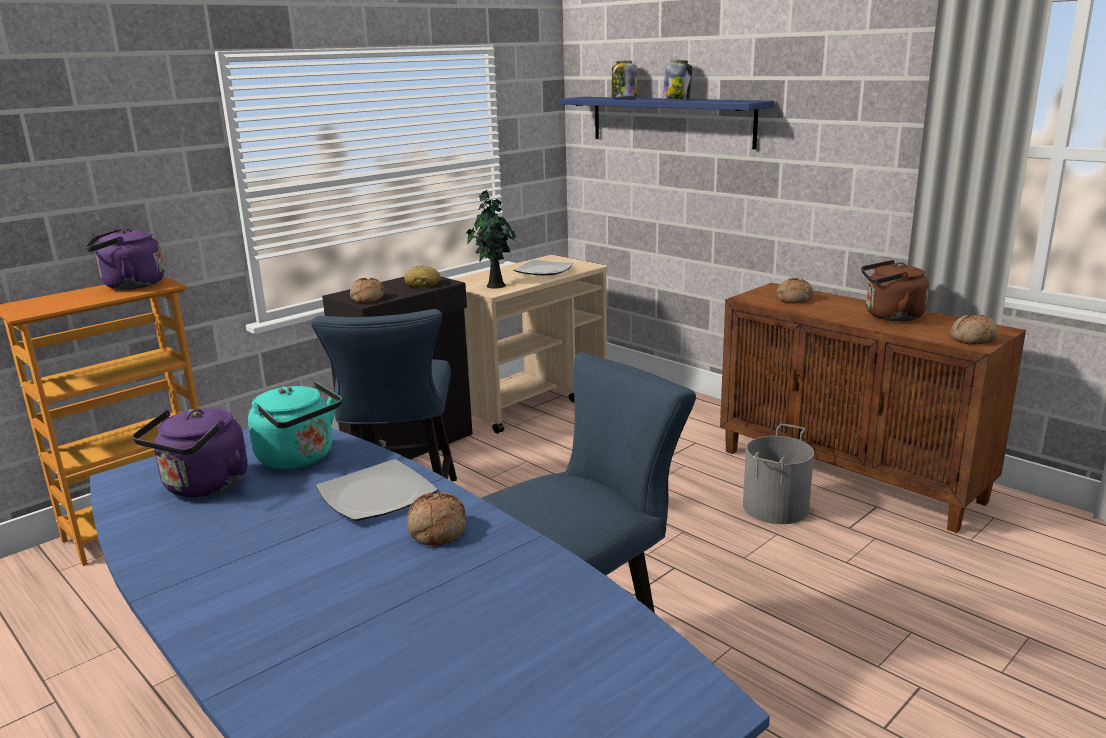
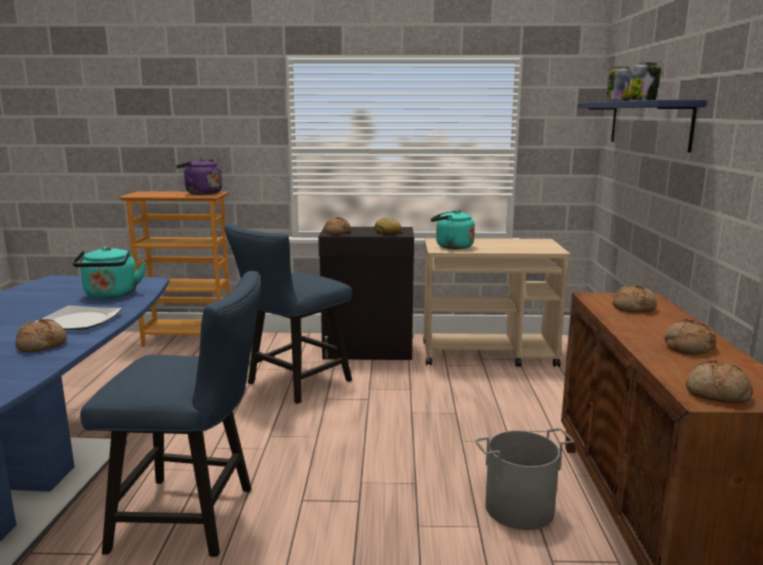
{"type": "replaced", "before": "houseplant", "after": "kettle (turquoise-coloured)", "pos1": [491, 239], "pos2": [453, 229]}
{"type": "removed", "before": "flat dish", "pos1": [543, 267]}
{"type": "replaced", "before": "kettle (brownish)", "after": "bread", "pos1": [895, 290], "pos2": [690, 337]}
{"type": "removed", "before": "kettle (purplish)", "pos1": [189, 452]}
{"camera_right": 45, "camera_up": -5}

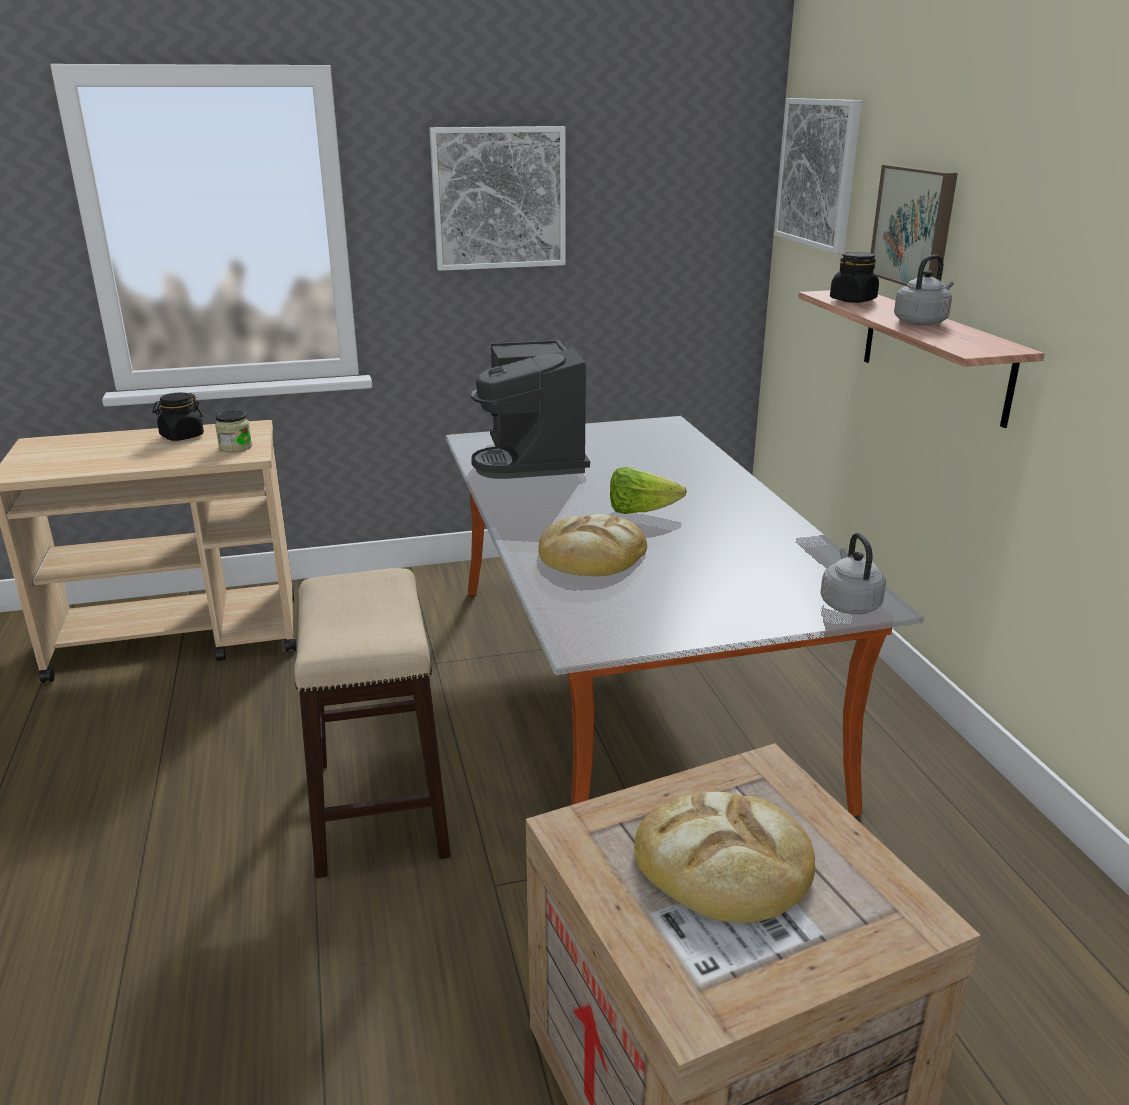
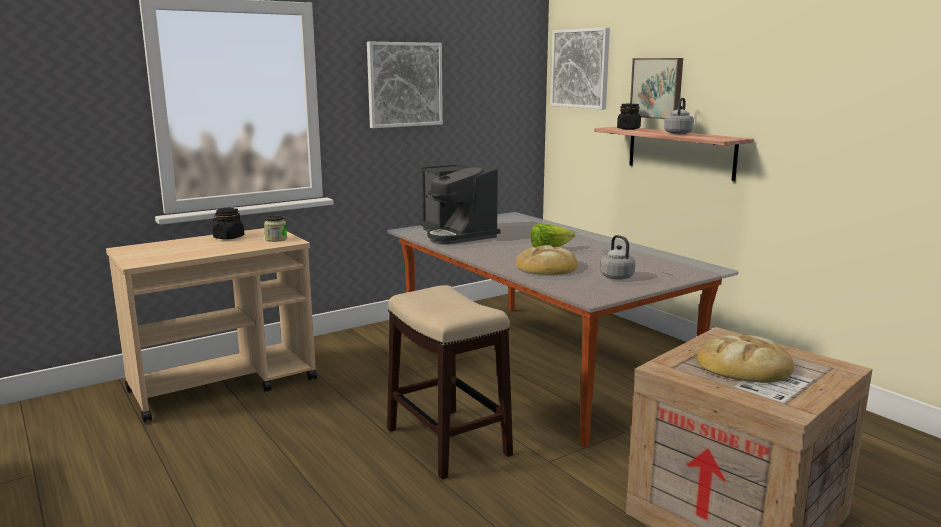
{"type": "moved", "before": "kettle (grey)", "pos1": [853, 573], "pos2": [618, 257]}
{"camera_right": -20, "camera_up": -10}

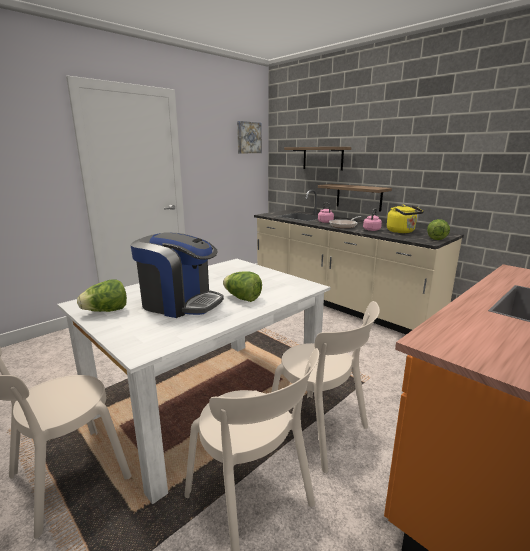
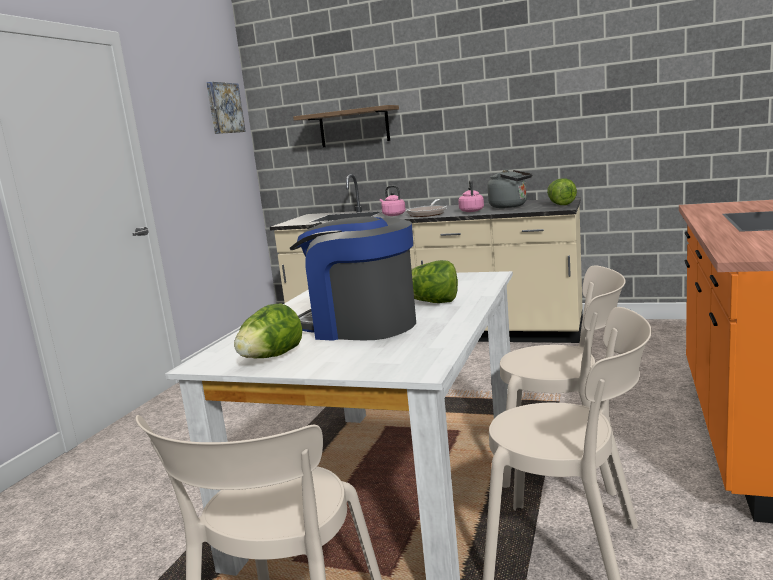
{"type": "removed", "before": "shelf", "pos1": [355, 198]}
{"type": "recoloured", "before": "kettle (yellow-coloured)", "after": "kettle (grey)", "pos1": [405, 219], "pos2": [509, 188]}
{"type": "turned", "before": "coffee maker", "pos1": [177, 275], "pos2": [353, 278], "turn": -150}
{"camera_right": -25, "camera_up": -5}

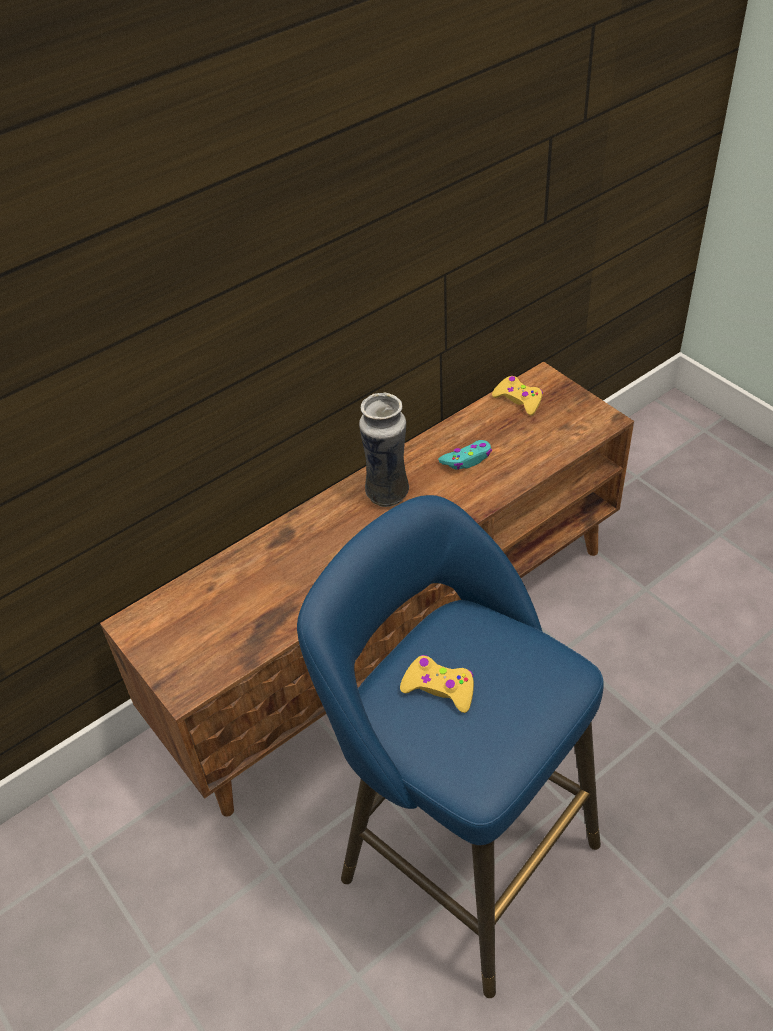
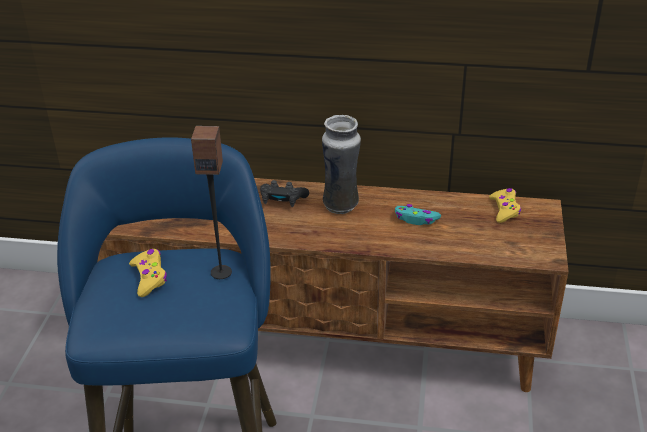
{"type": "added", "after": "speaker", "pos2": [211, 202]}
{"type": "added", "after": "joypad (black-coloured)", "pos2": [284, 193]}
{"camera_right": 45, "camera_up": -10}

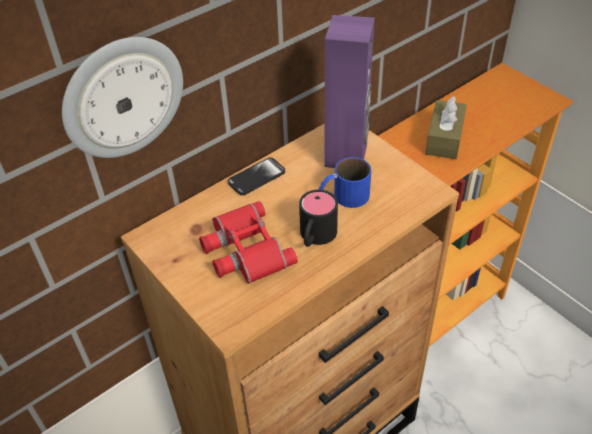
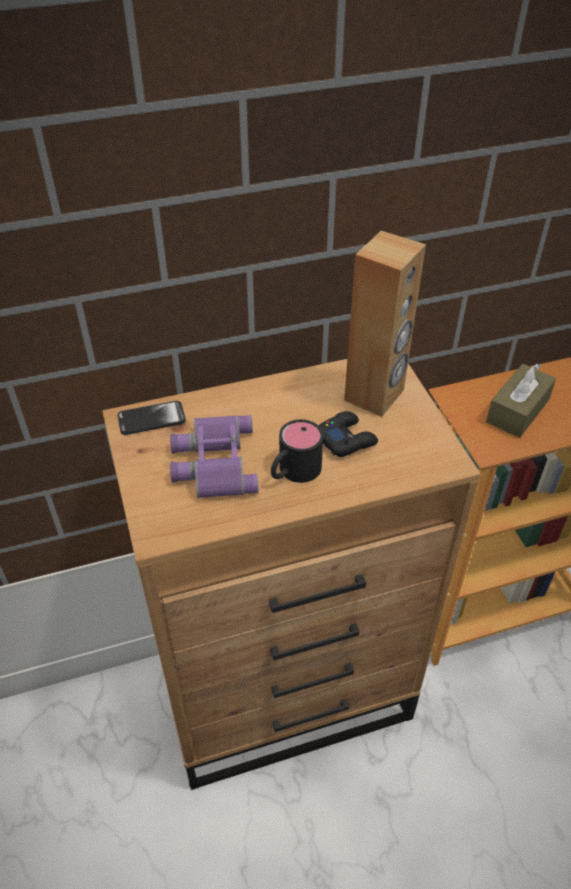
{"type": "recoloured", "before": "speaker (purplish)", "after": "speaker (brownish)", "pos1": [350, 91], "pos2": [385, 324]}
{"type": "removed", "before": "wall clock", "pos1": [122, 97]}
{"type": "moved", "before": "telephone", "pos1": [256, 176], "pos2": [151, 418]}
{"type": "replaced", "before": "tea mug (blue-coloured)", "after": "joypad (black-coloured)", "pos1": [344, 182], "pos2": [348, 434]}
{"type": "recoloured", "before": "field glasses (red)", "after": "field glasses (purplish)", "pos1": [248, 242], "pos2": [214, 456]}
{"camera_right": 20, "camera_up": 0}

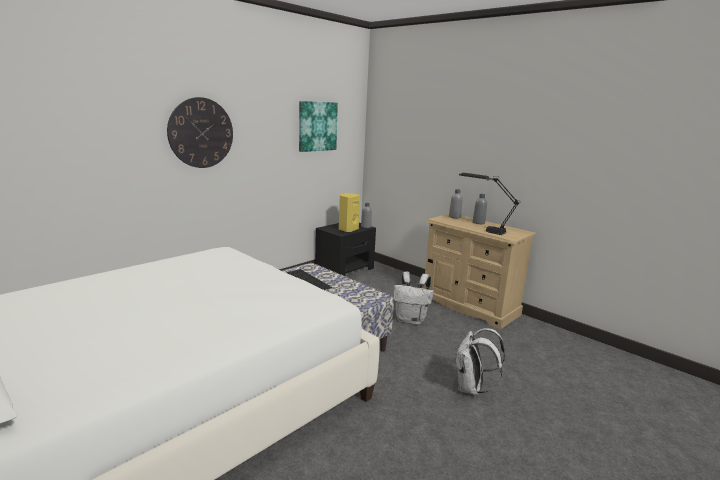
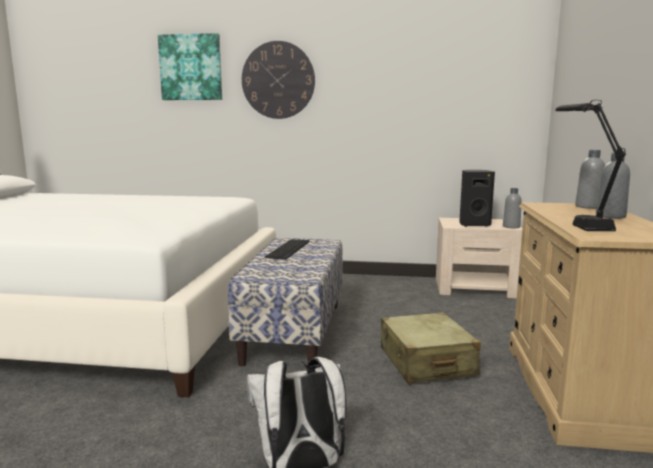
{"type": "moved", "before": "picture", "pos1": [318, 126], "pos2": [190, 66]}
{"type": "recoloured", "before": "speaker (yellow-coloured)", "after": "speaker (black-coloured)", "pos1": [349, 212], "pos2": [477, 198]}
{"type": "recoloured", "before": "bedside table (black-coloured)", "after": "bedside table (beige-coloured)", "pos1": [345, 249], "pos2": [479, 258]}
{"type": "replaced", "before": "backpack (white)", "after": "suitcase (beige-coloured)", "pos1": [413, 298], "pos2": [431, 347]}
{"camera_right": 55, "camera_up": -5}

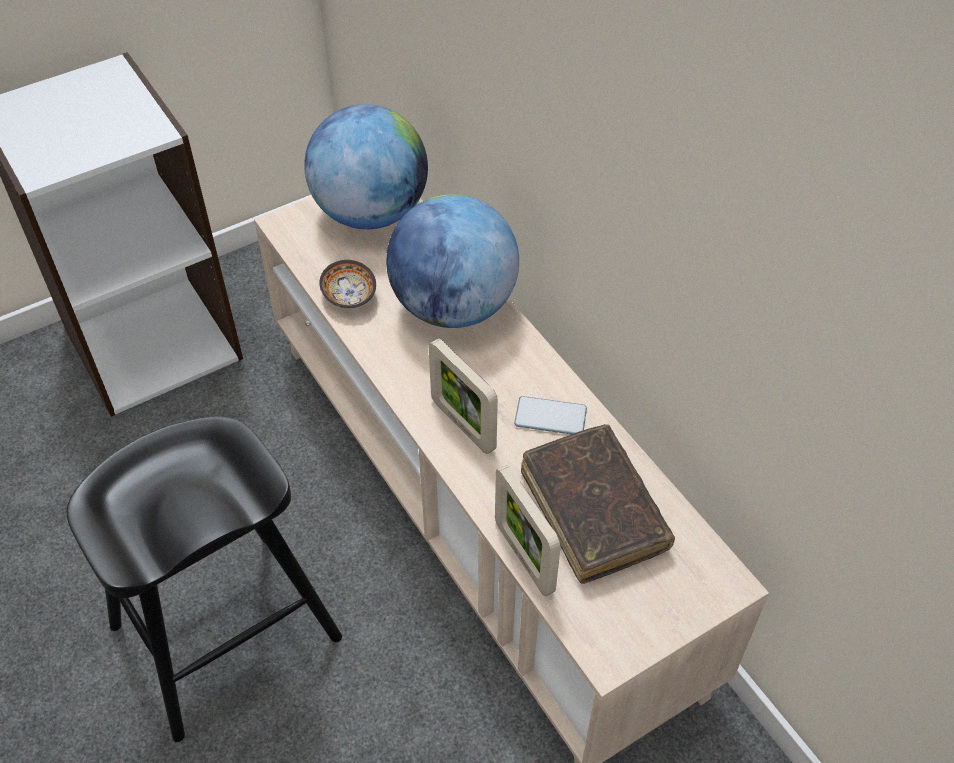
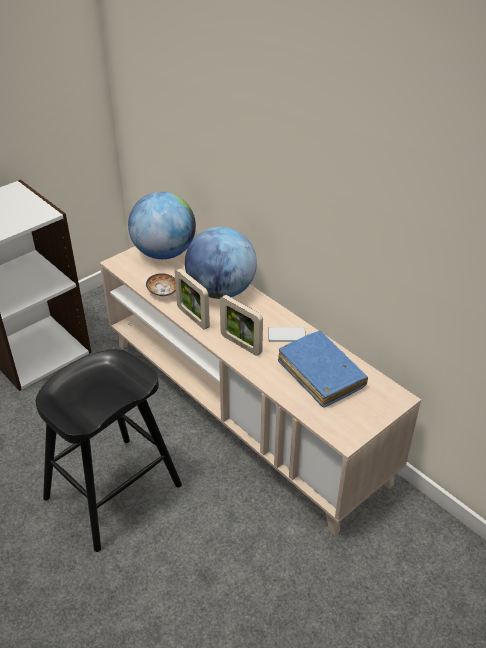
{"type": "recoloured", "before": "volume (brownish)", "after": "volume (blue-coloured)", "pos1": [598, 504], "pos2": [323, 369]}
{"type": "moved", "before": "picture frame", "pos1": [528, 530], "pos2": [192, 299]}
{"camera_right": -10, "camera_up": -10}

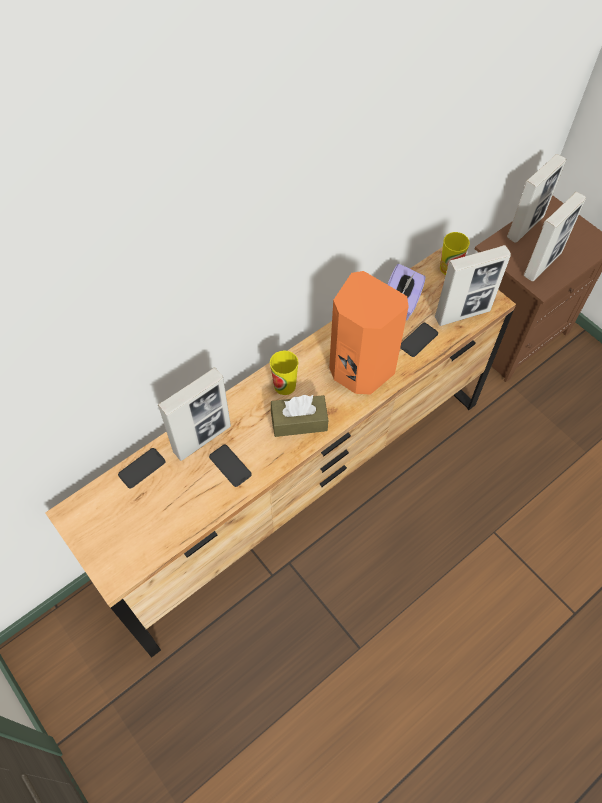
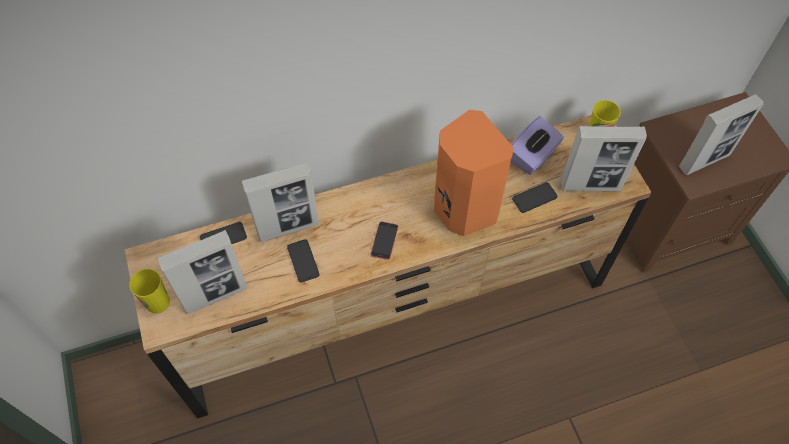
{"type": "moved", "before": "picture frame", "pos1": [536, 198], "pos2": [202, 272]}
{"type": "moved", "before": "small cup", "pos1": [284, 372], "pos2": [149, 291]}
{"type": "replaced", "before": "tissue holder (brownish)", "after": "telephone", "pos1": [299, 416], "pos2": [384, 241]}
{"camera_right": 20, "camera_up": 0}

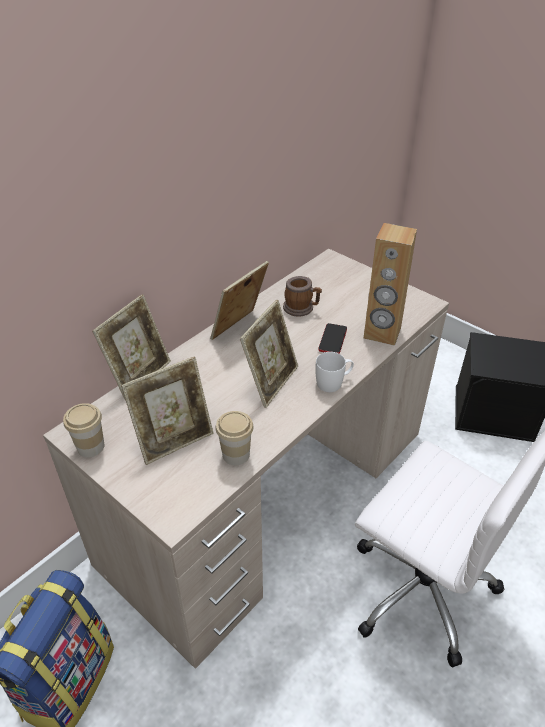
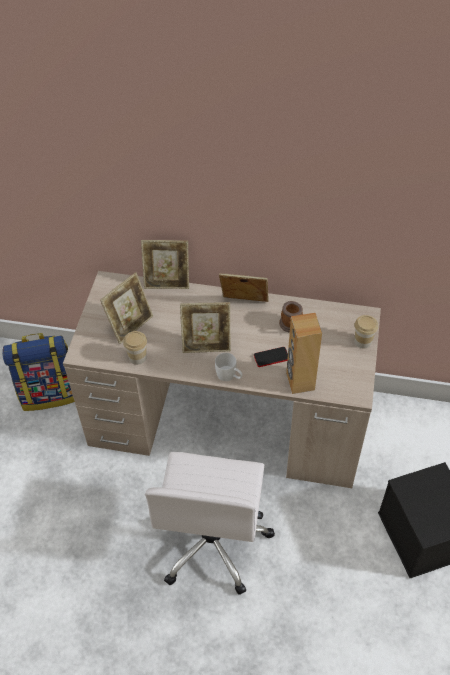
{"type": "turned", "before": "picture frame", "pos1": [167, 411], "pos2": [126, 308], "turn": -75}
{"type": "moved", "before": "small cup", "pos1": [83, 430], "pos2": [366, 332]}
{"camera_right": 60, "camera_up": 10}

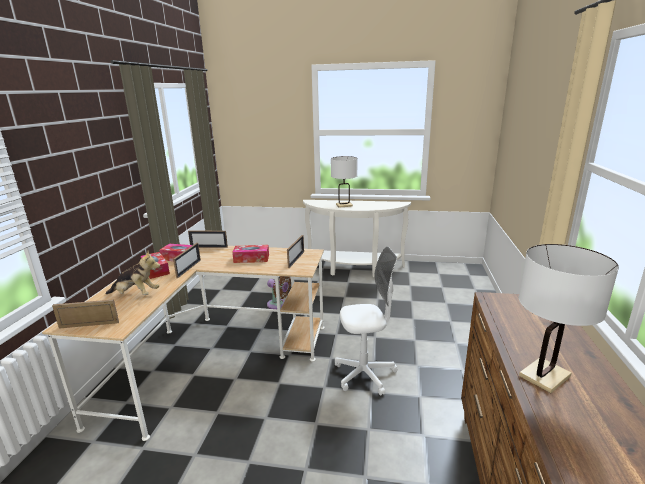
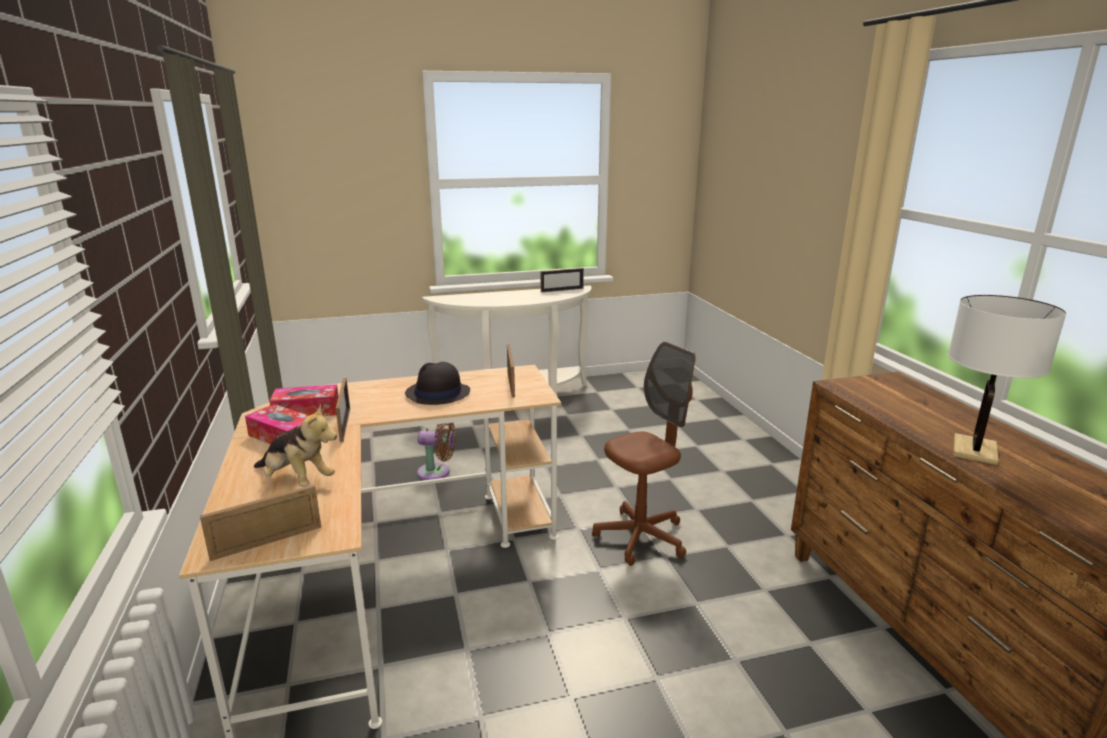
{"type": "removed", "before": "table lamp (white)", "pos1": [344, 182]}
{"type": "moved", "before": "picture frame", "pos1": [208, 239], "pos2": [562, 280]}
{"type": "replaced", "before": "tissue holder", "after": "hat (black-coloured)", "pos1": [250, 254], "pos2": [437, 383]}
{"type": "recoloured", "before": "desk chair (white)", "after": "desk chair (brownish)", "pos1": [366, 321], "pos2": [644, 453]}
{"type": "turned", "before": "cuddly toy", "pos1": [133, 273], "pos2": [295, 445], "turn": 45}
{"camera_right": -25, "camera_up": 0}

